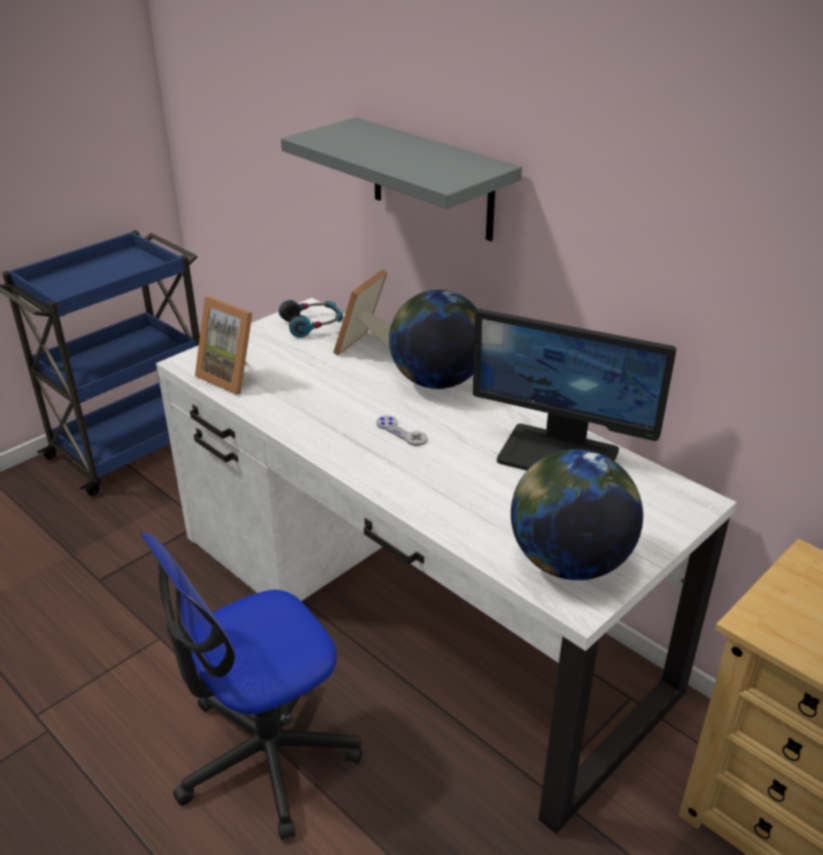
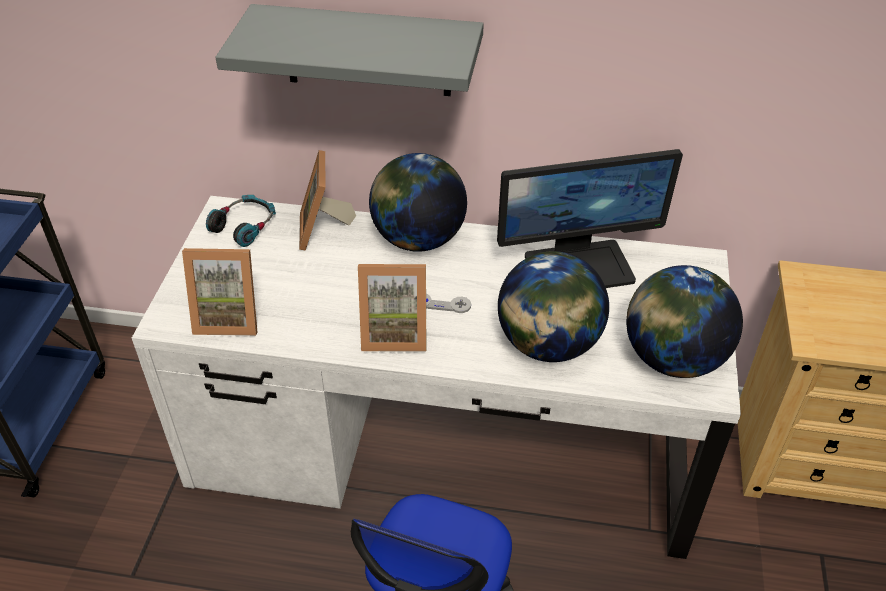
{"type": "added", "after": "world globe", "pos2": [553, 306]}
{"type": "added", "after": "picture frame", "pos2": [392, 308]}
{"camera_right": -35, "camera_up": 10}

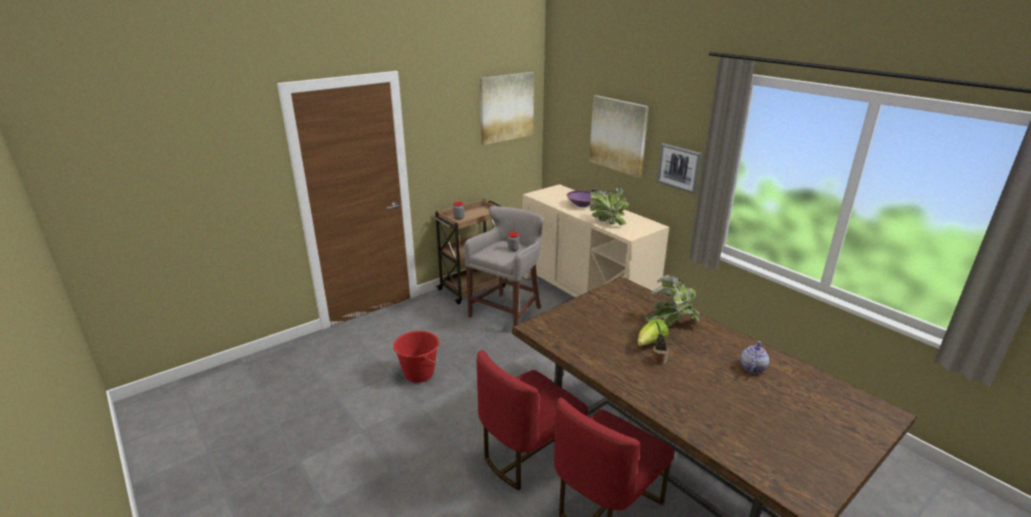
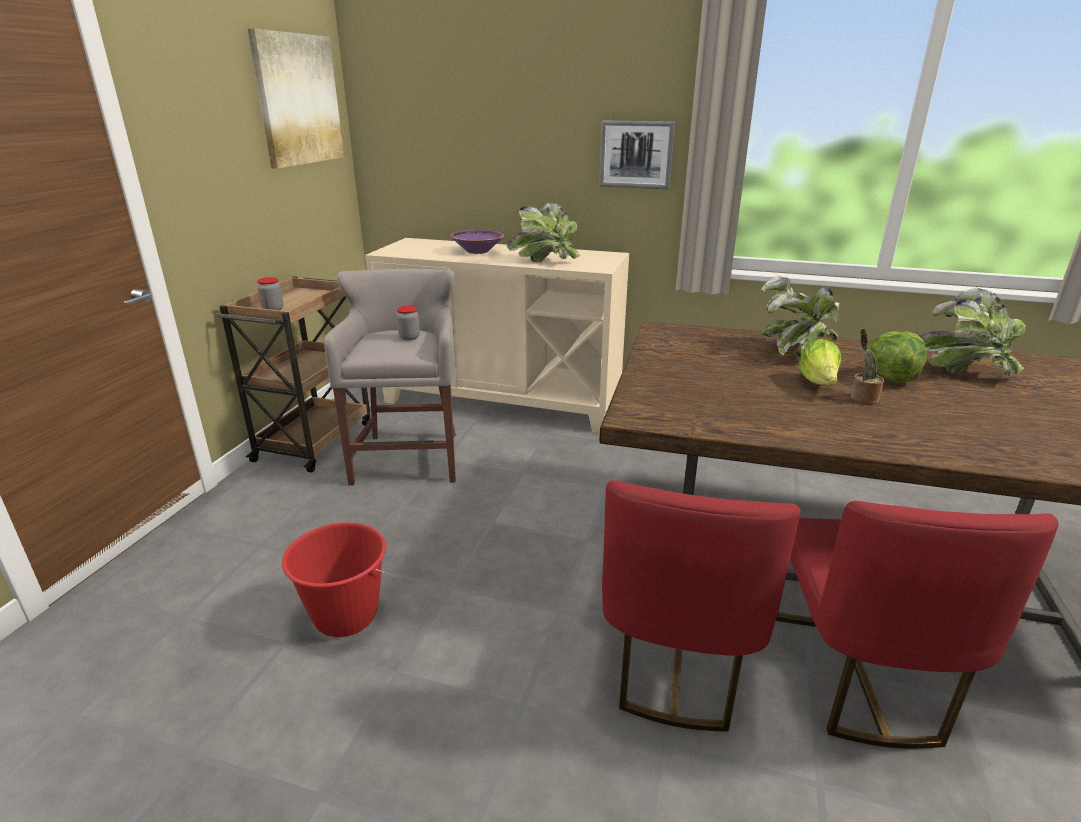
{"type": "removed", "before": "picture", "pos1": [619, 136]}
{"type": "replaced", "before": "pot for tea", "after": "houseplant", "pos1": [754, 357], "pos2": [972, 331]}
{"type": "added", "after": "lettuce", "pos2": [897, 356]}
{"camera_right": -35, "camera_up": 0}

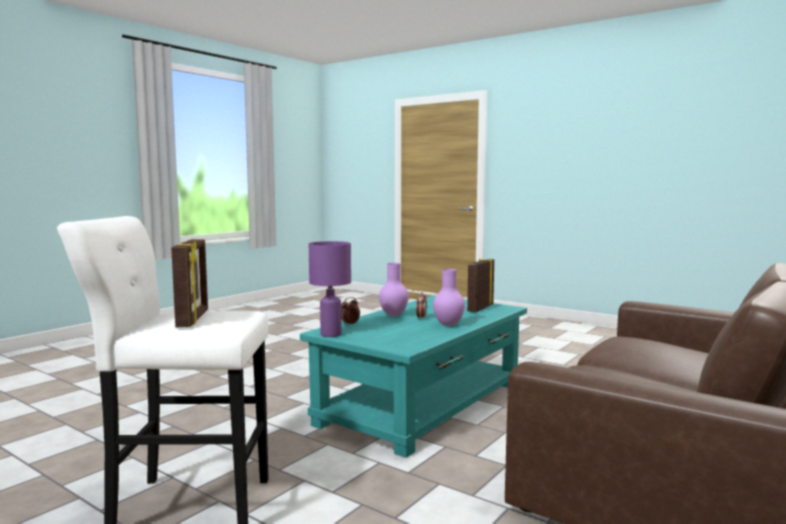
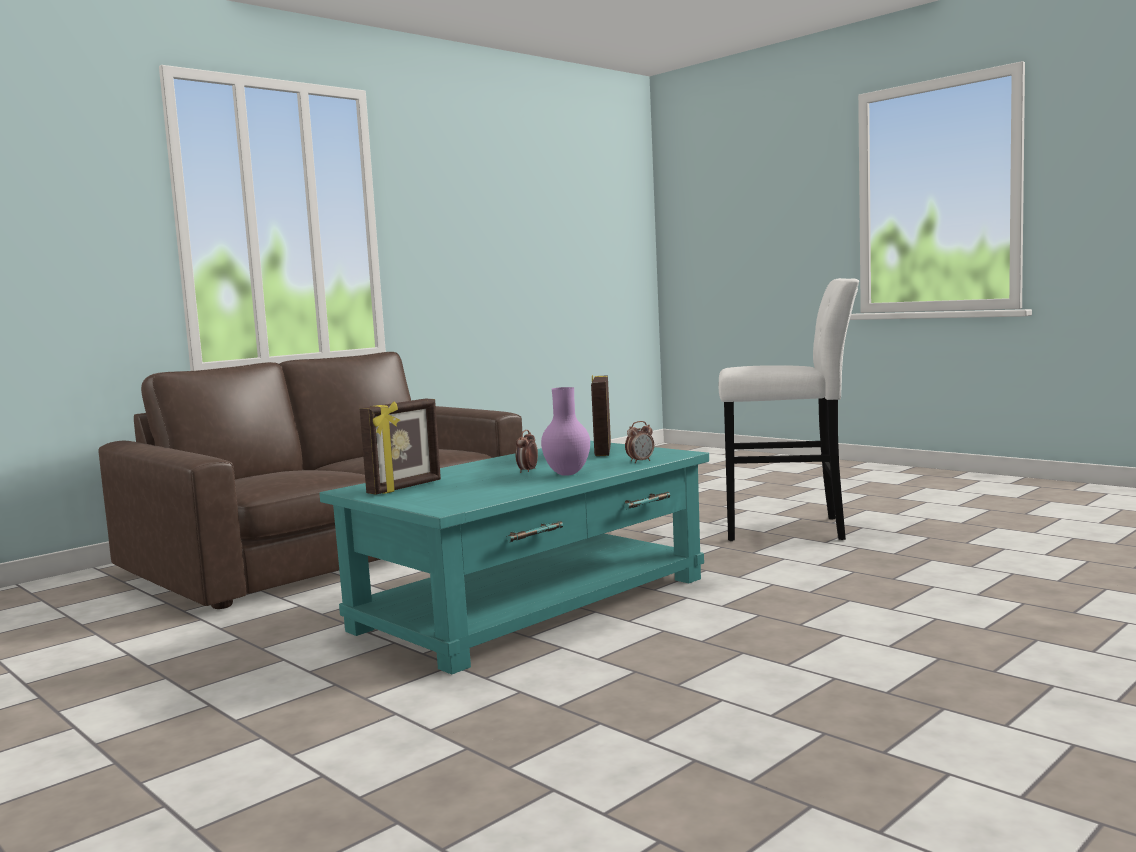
{"type": "moved", "before": "picture frame", "pos1": [189, 283], "pos2": [601, 415]}
{"type": "removed", "before": "table lamp (purplish)", "pos1": [330, 289]}
{"type": "removed", "before": "vase (purplish)", "pos1": [449, 297]}
{"camera_right": -170, "camera_up": 0}

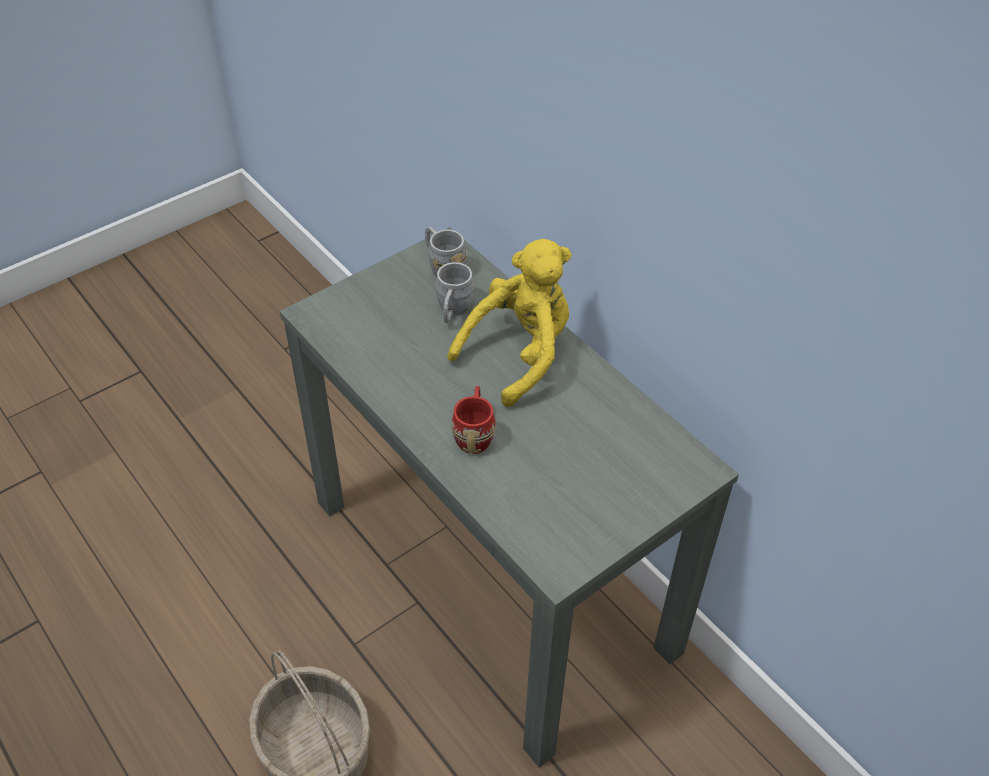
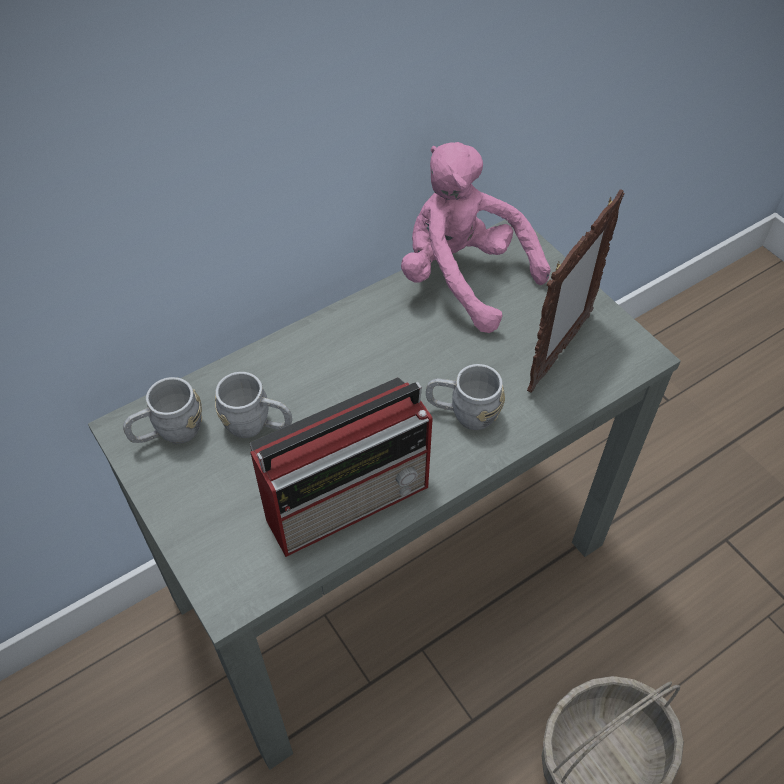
{"type": "removed", "before": "cuddly toy (yellow-coloured)", "pos1": [509, 323]}
{"type": "recoloured", "before": "tea mug (red)", "after": "tea mug (grey)", "pos1": [473, 420], "pos2": [465, 397]}
{"type": "added", "after": "cuddly toy (pinkish)", "pos2": [475, 237]}
{"type": "added", "after": "picture frame", "pos2": [576, 291]}
{"type": "added", "after": "radio receiver", "pos2": [341, 467]}
{"camera_right": -85, "camera_up": 5}

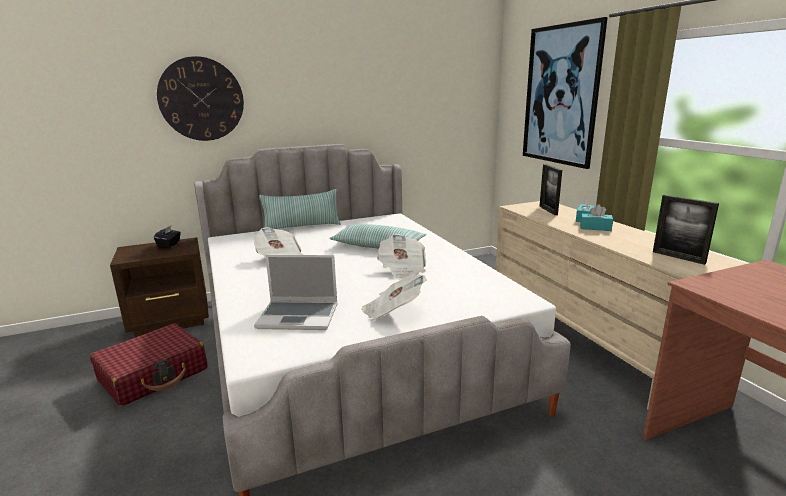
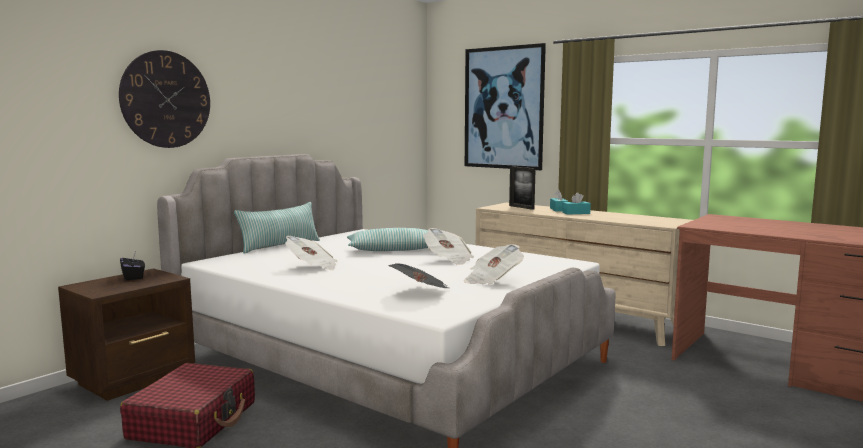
{"type": "removed", "before": "picture frame", "pos1": [686, 230]}
{"type": "replaced", "before": "laptop", "after": "newspaper", "pos1": [296, 292], "pos2": [418, 275]}
{"camera_right": -30, "camera_up": -10}

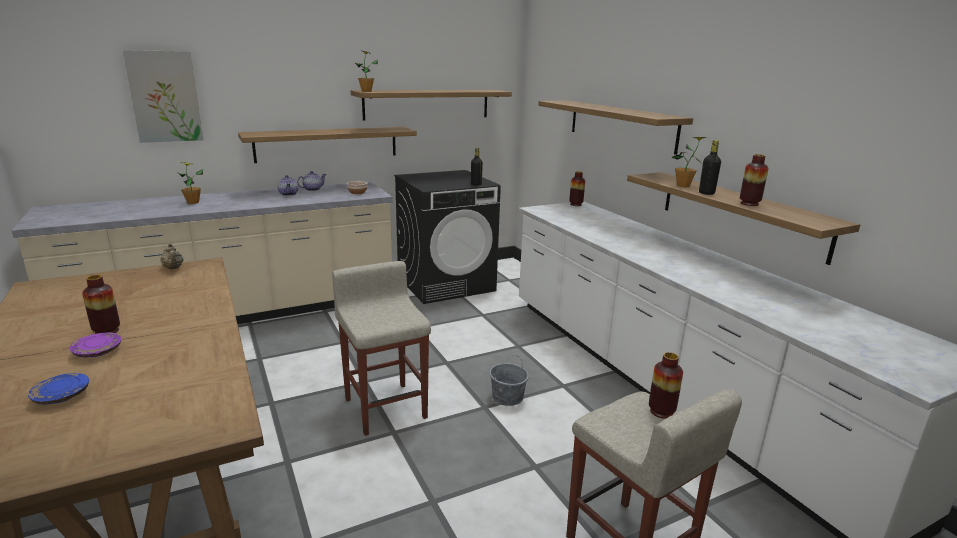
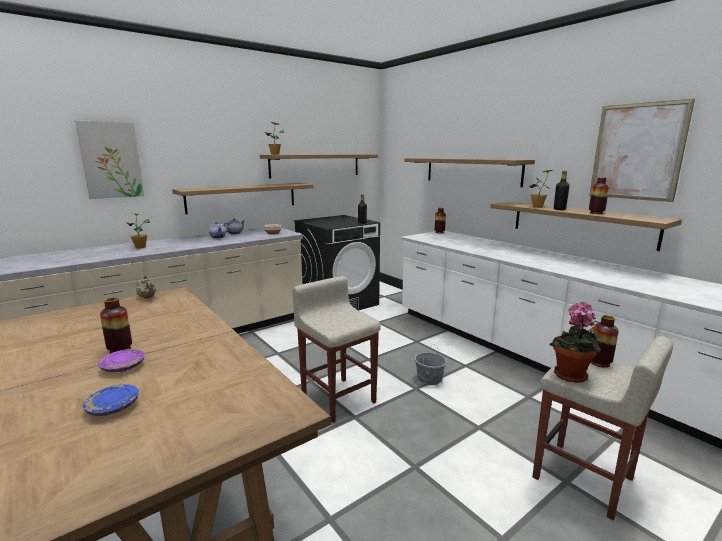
{"type": "added", "after": "picture", "pos2": [642, 150]}
{"type": "added", "after": "houseplant", "pos2": [575, 342]}
{"camera_right": -10, "camera_up": -5}

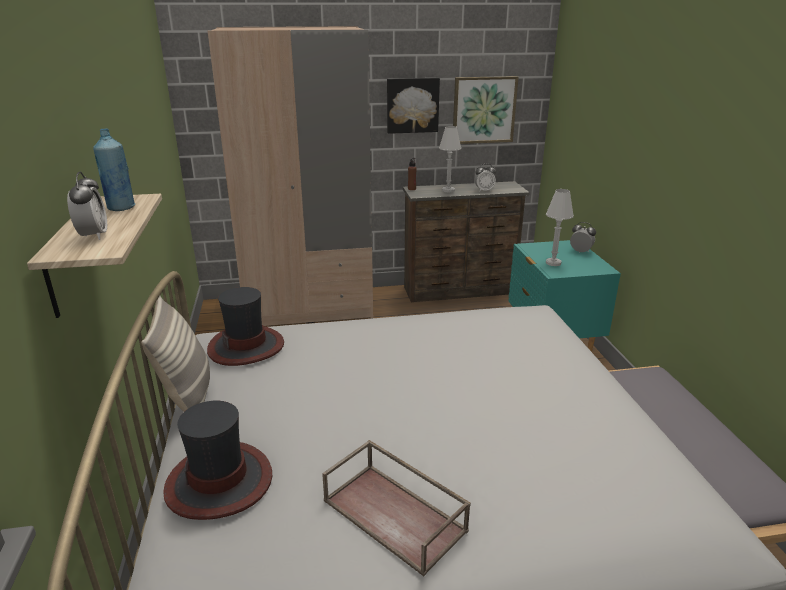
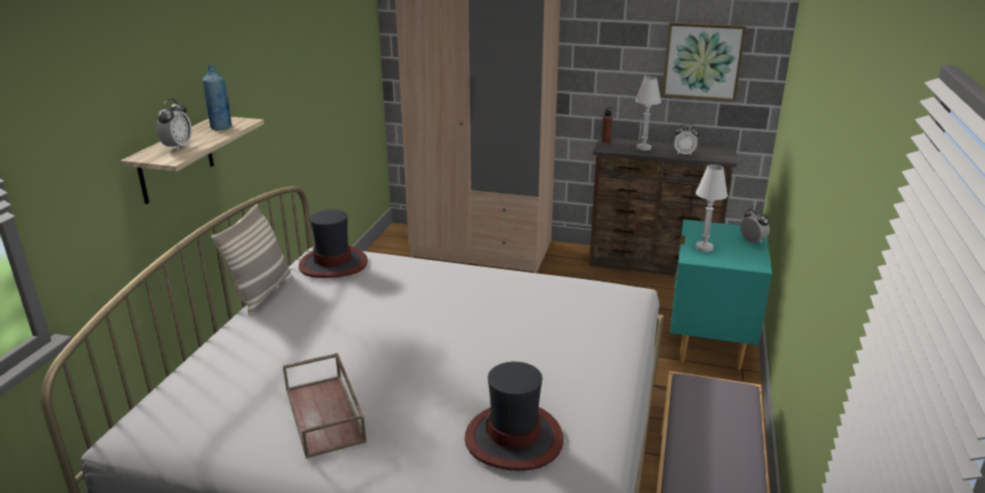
{"type": "removed", "before": "picture", "pos1": [413, 106]}
{"type": "moved", "before": "hat", "pos1": [217, 460], "pos2": [514, 416]}
{"camera_right": 25, "camera_up": 0}

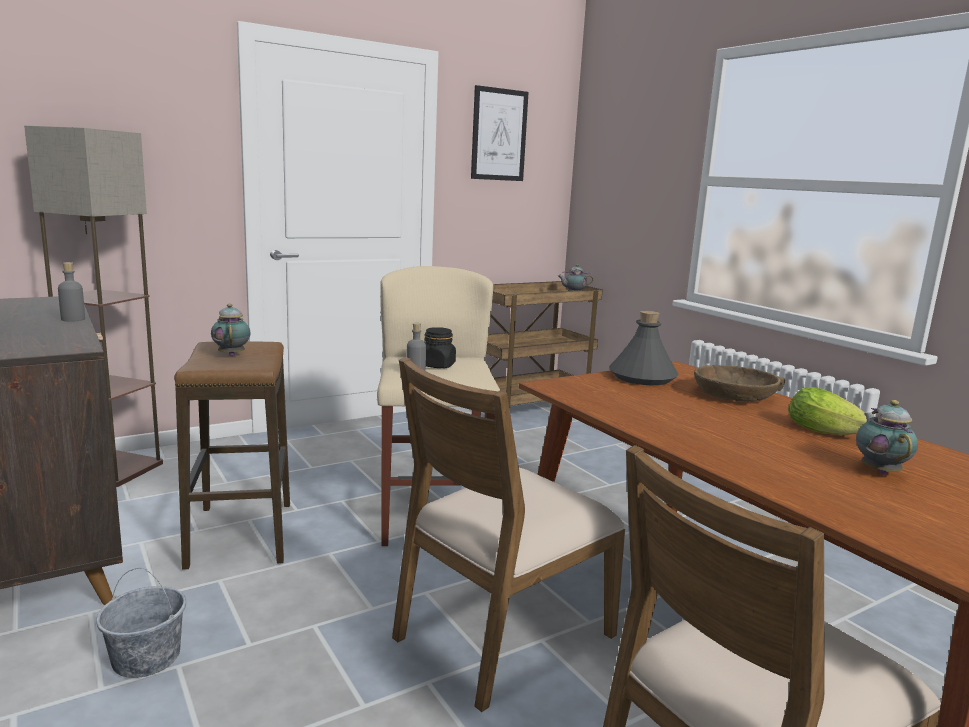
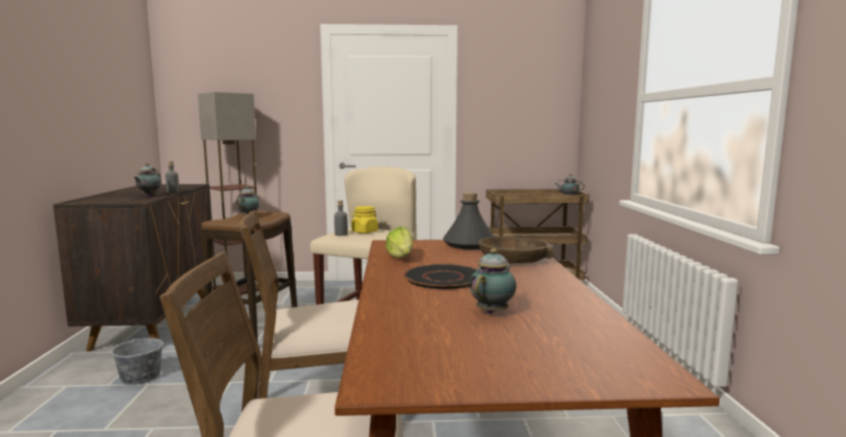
{"type": "removed", "before": "picture", "pos1": [500, 133]}
{"type": "recoloured", "before": "jar (black-coloured)", "after": "jar (yellow-coloured)", "pos1": [440, 347], "pos2": [364, 219]}
{"type": "moved", "before": "lettuce", "pos1": [827, 411], "pos2": [399, 242]}
{"type": "added", "after": "pot for tea", "pos2": [147, 179]}
{"type": "added", "after": "flat dish (black-coloured)", "pos2": [441, 276]}
{"camera_right": 30, "camera_up": -5}

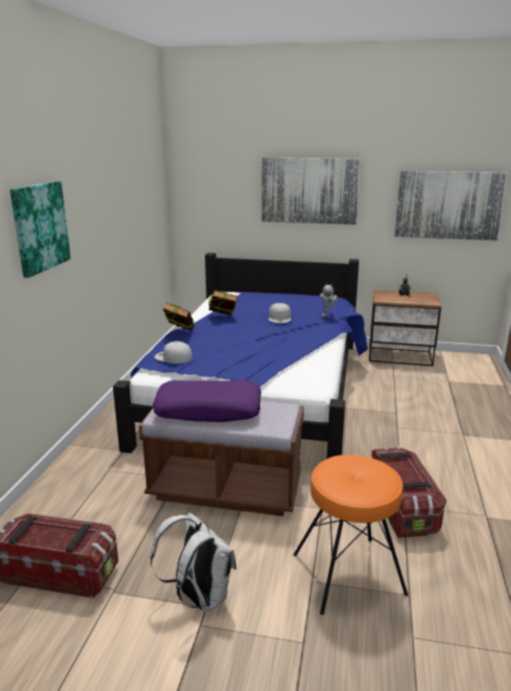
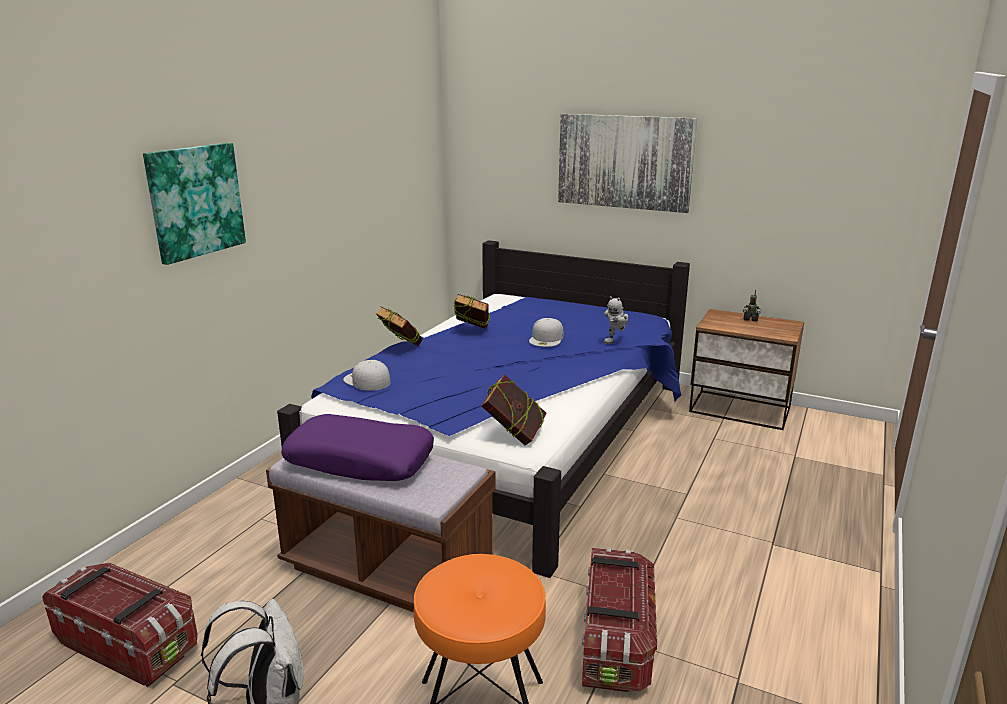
{"type": "removed", "before": "picture", "pos1": [451, 205]}
{"type": "added", "after": "volume", "pos2": [514, 409]}
{"camera_right": 15, "camera_up": 0}

